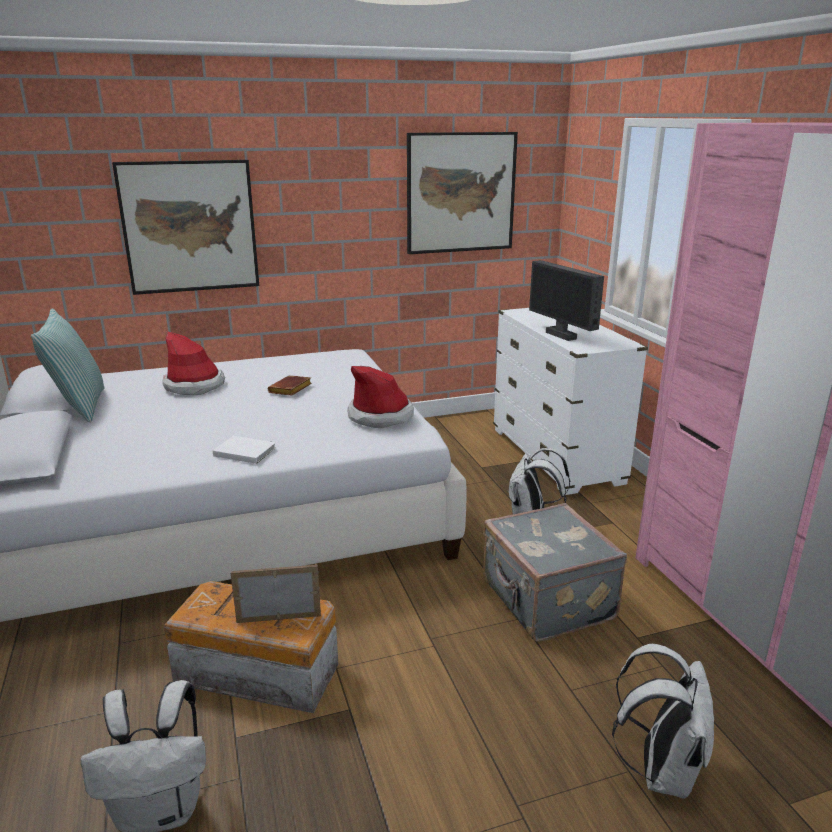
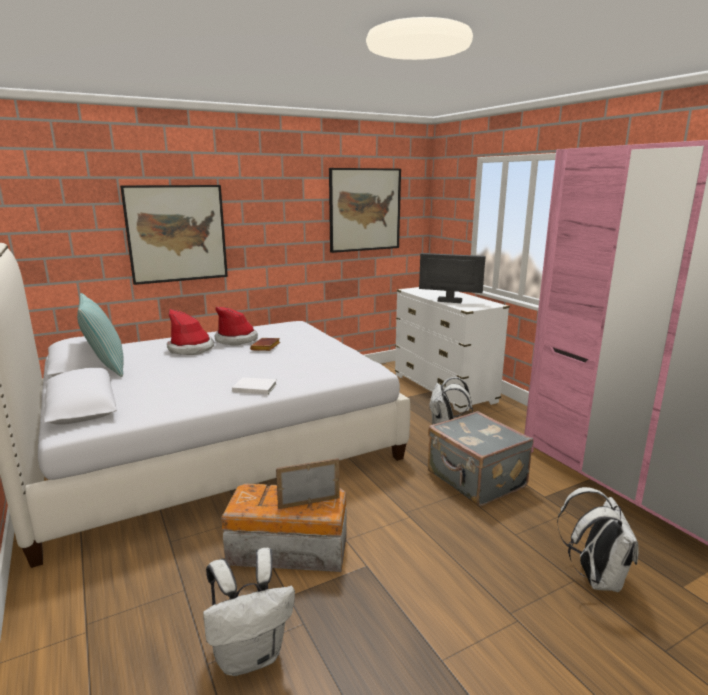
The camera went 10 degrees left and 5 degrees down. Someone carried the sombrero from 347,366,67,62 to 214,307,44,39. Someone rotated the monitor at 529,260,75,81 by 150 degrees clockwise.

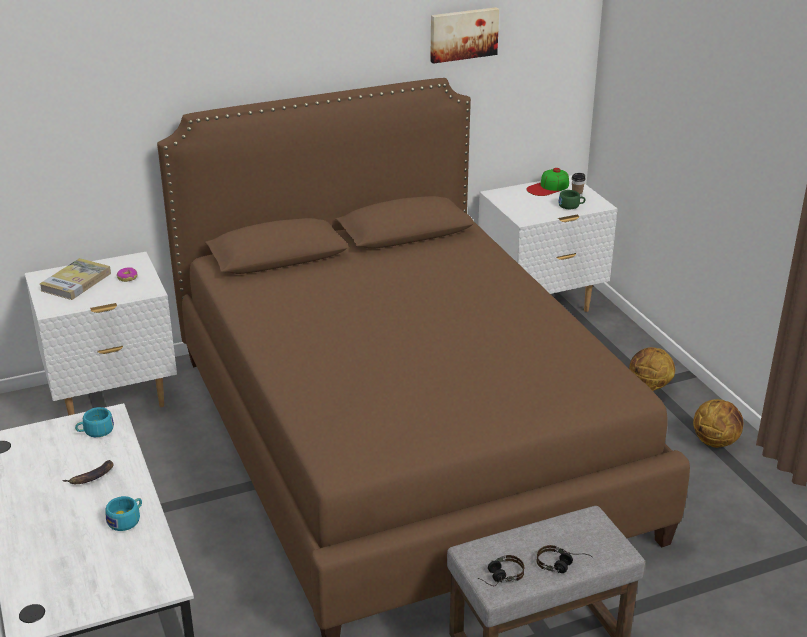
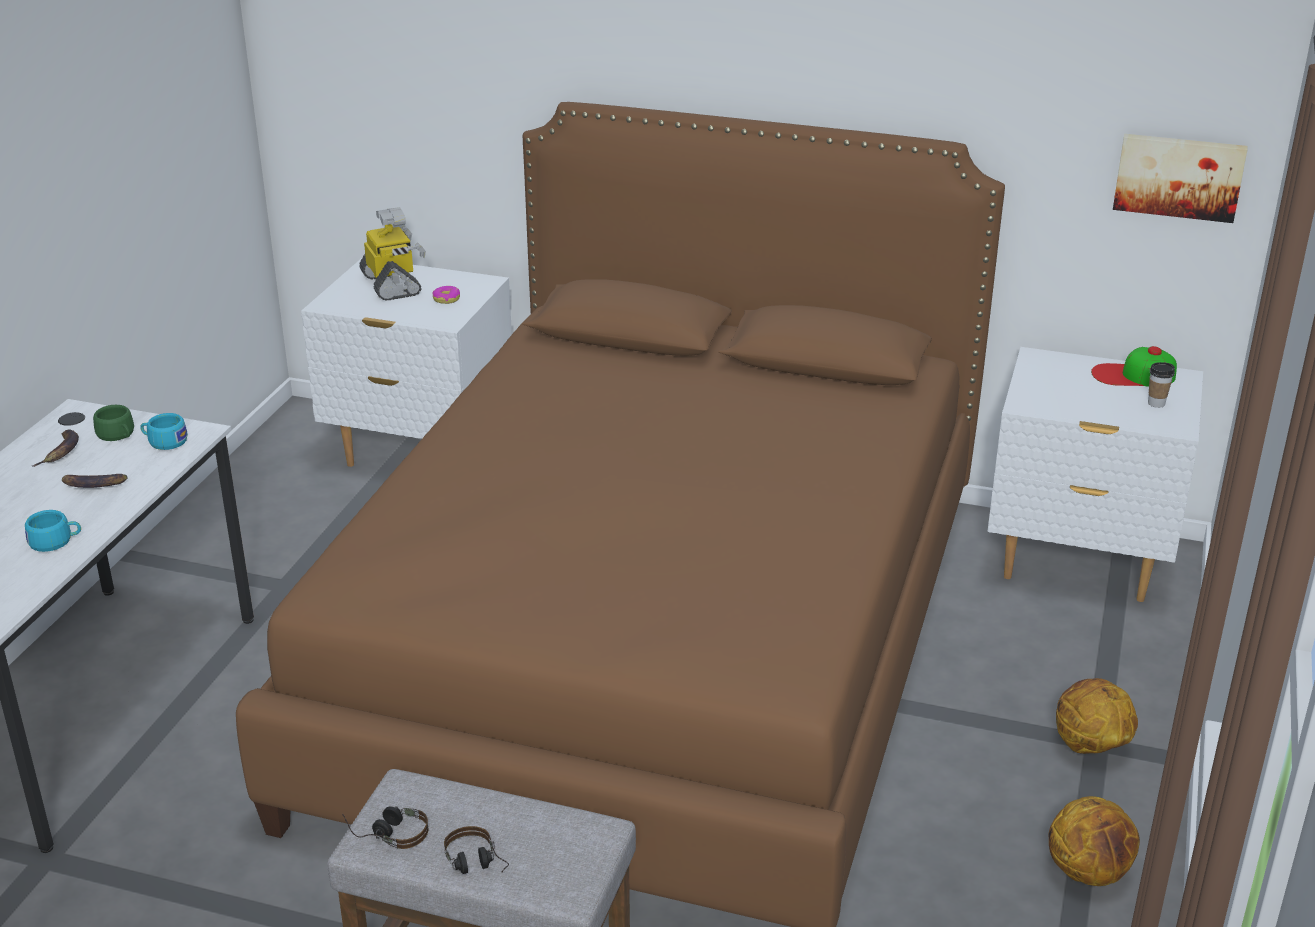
The camera went 40 degrees right and 0 degrees up. Someone put down the plátano at 32,430,47,37. Someone carried the taza/verde from 558,190,27,19 to 93,405,41,36. Someone swapped the libro at 40,258,71,42 for the robot de juguete at 360,207,66,94. Someone carried the cuadro from 430,7,69,57 to 1113,134,135,89.

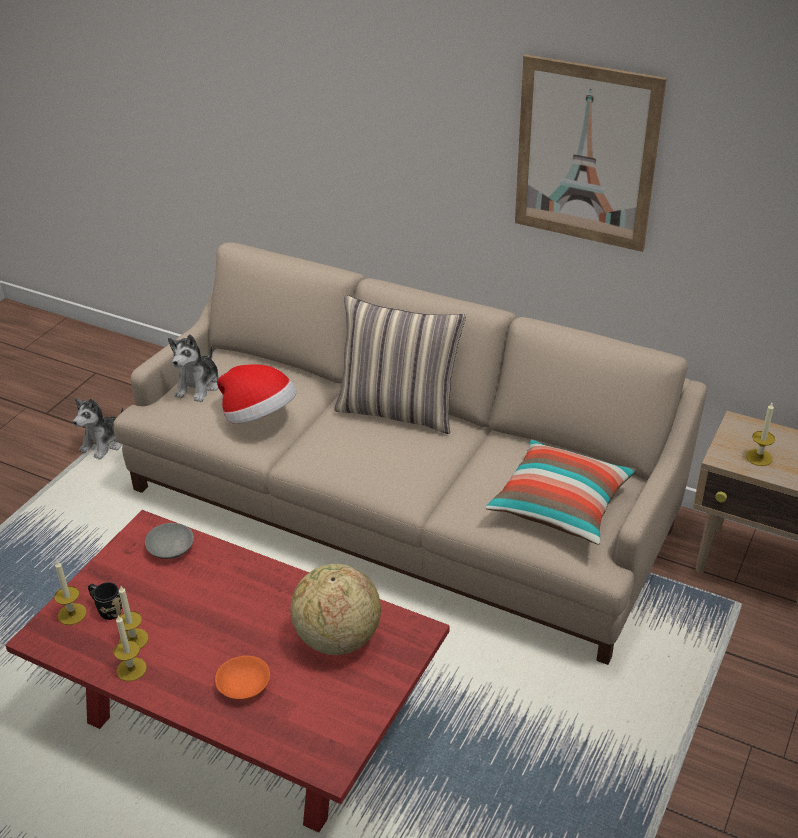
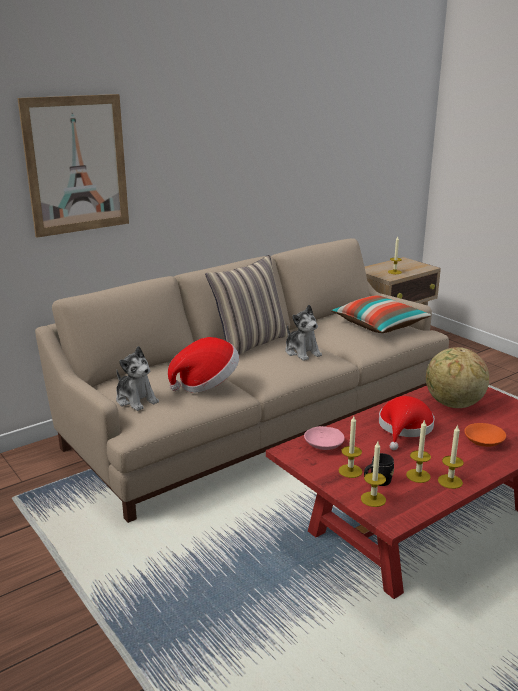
The camera went 65 degrees left and 15 degrees down. Someone carried the cuadro from 515,55,152,197 to 17,94,112,144. Someone carried the peluche from 73,398,50,62 to 286,305,36,56. Someone repainted the cuenco/gris at 145,523,49,36, which became the cuenco/rosa at 304,426,41,24. Someone put down the vela at 339,416,23,62. Someone put down the sombrero/rojo at 379,396,56,54.

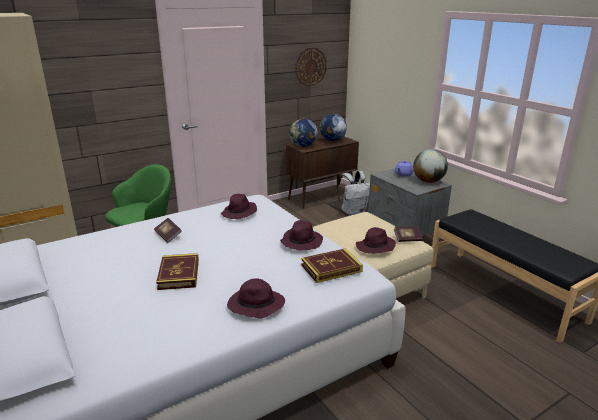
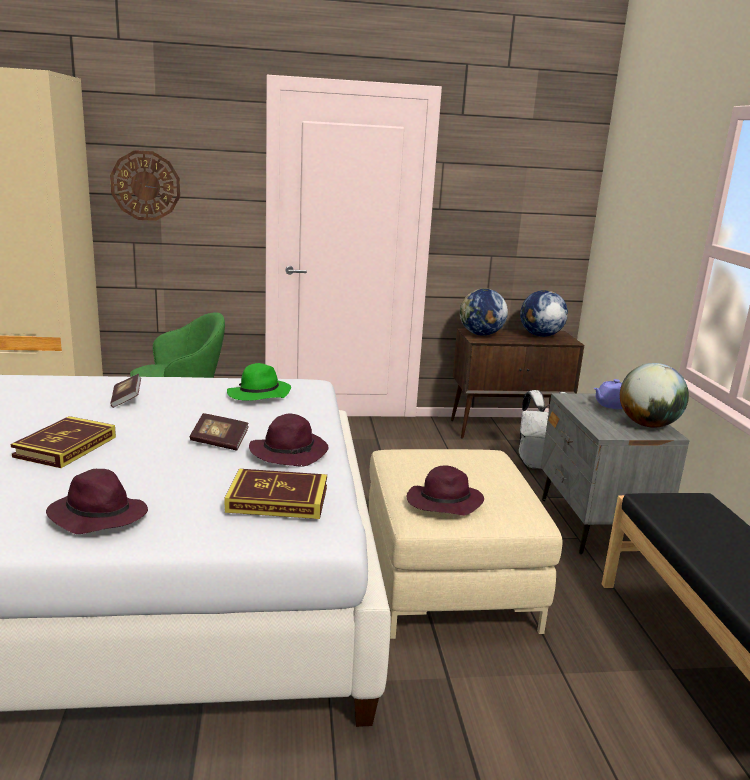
The camera went 25 degrees right and 5 degrees down. Someone carried the reloj de pared from 295,47,32,40 to 110,150,70,71. Someone carried the libro from 394,226,29,16 to 190,413,59,37. Someone repainted the sombrero/morado at 221,194,36,25, which became the sombrero/verde at 227,363,64,38.

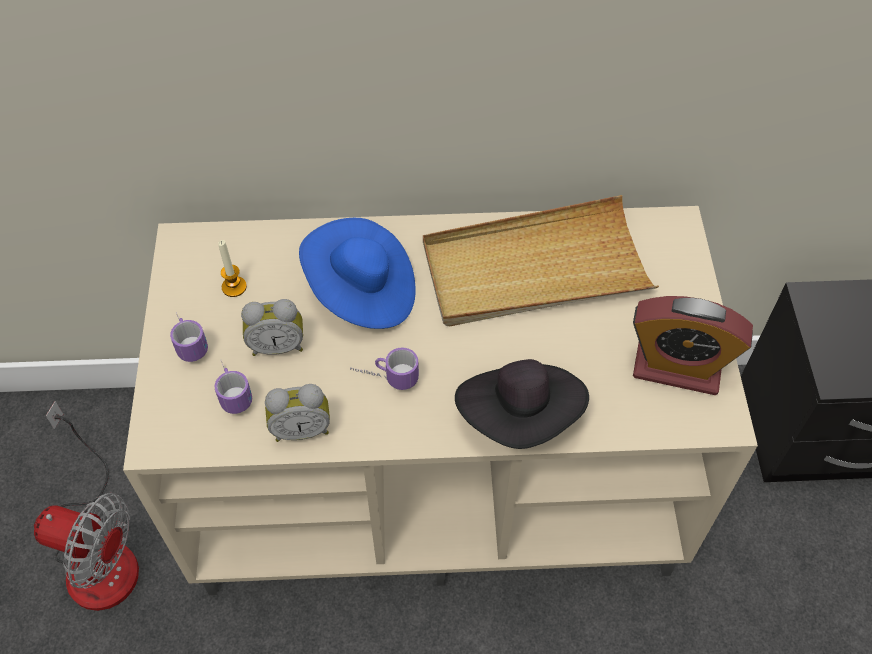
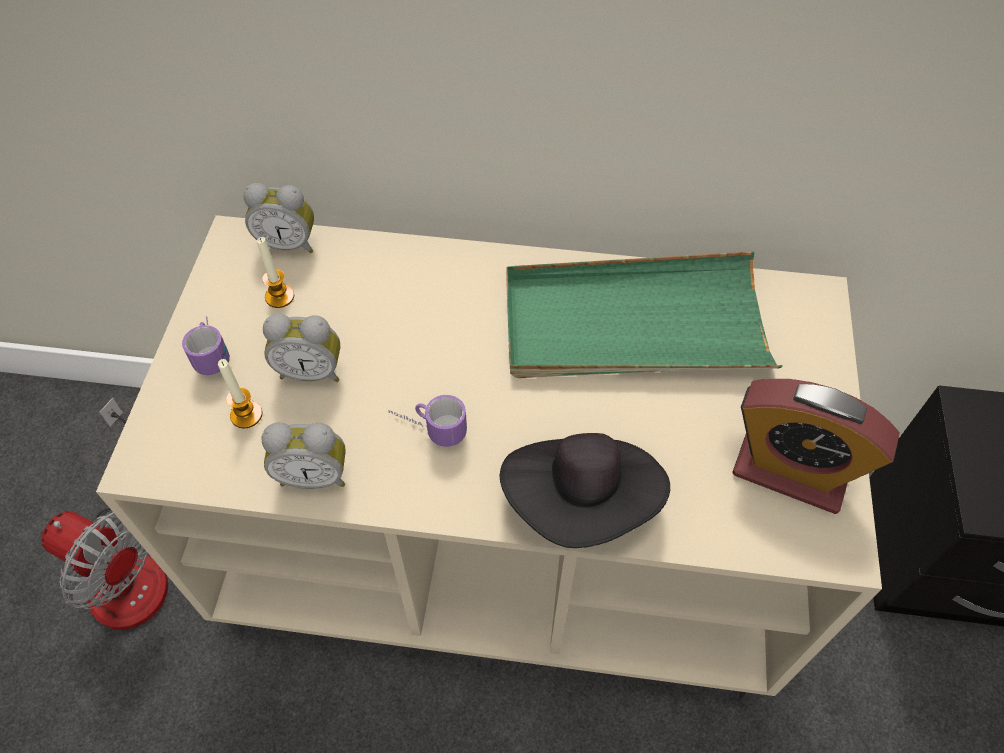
The camera went 10 degrees right and 0 degrees up. Someone swapped the taza grande at 215,361,37,53 for the vela at 218,359,44,70. Someone put down the despertador at 244,183,70,70. Someone repainted the bandeja/beis at 423,195,236,131, which became the bandeja/verde at 506,251,277,127. Someone took away the sombrero/azul at 299,218,117,111.

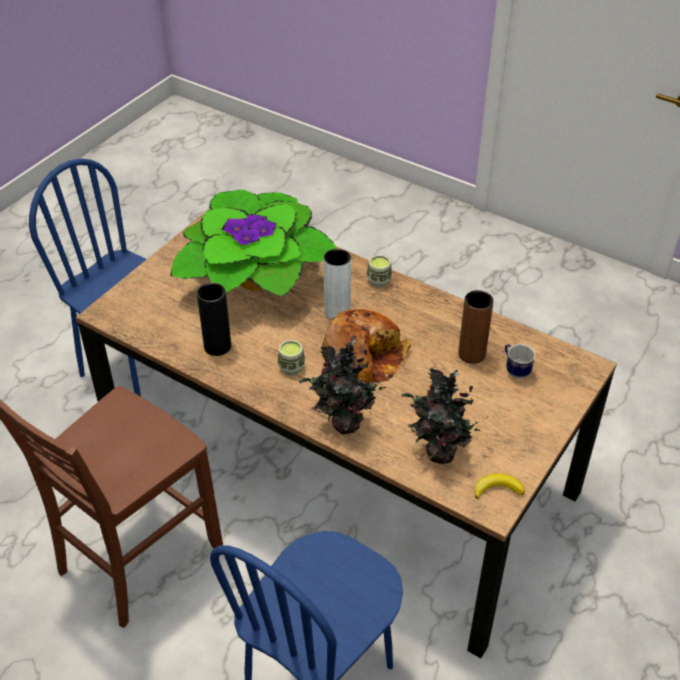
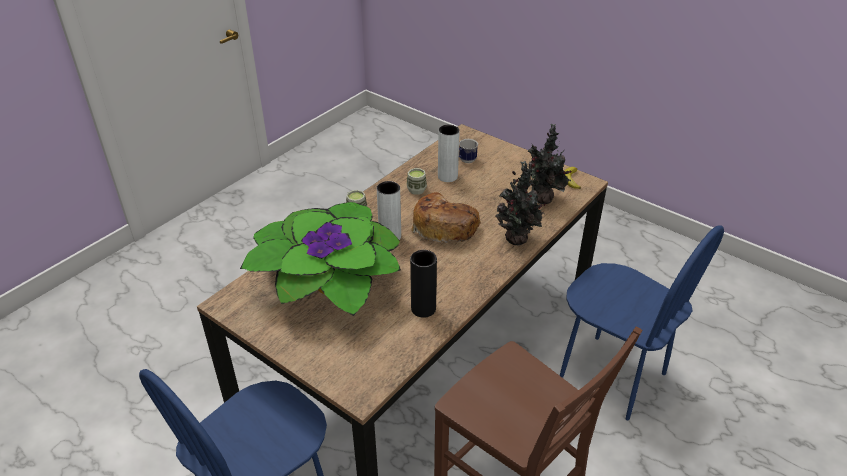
The camera went 85 degrees left and 5 degrees down. Someone carried the taza from 278,340,27,36 to 407,168,20,27. Someone repainted the florero/marrón at 458,290,36,74, which became the florero/blanco at 438,125,22,57.

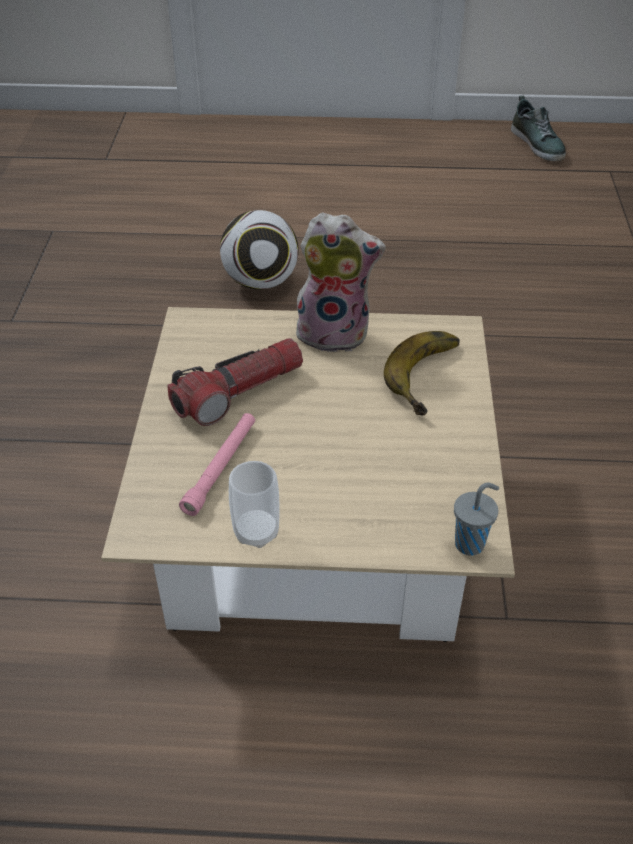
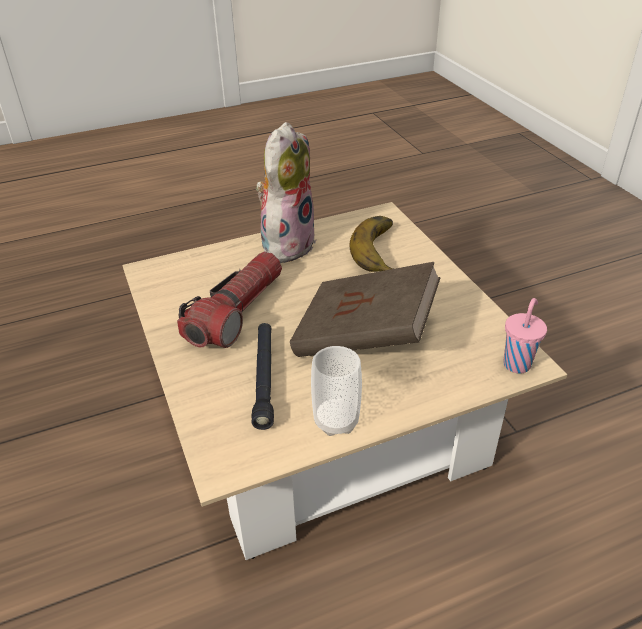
The camera went 25 degrees left and 5 degrees down. Someone rotated the peluche at 294,212,92,140 by 45 degrees counterclockwise. Someone repainted the linterna/rosa at 179,413,76,103, which became the linterna/negro at 251,323,23,107. Someone put down the libro/marrón at 290,262,150,95. Someone repainted the taza/gris at 454,483,45,73, which became the taza/rosa at 503,298,44,75. Someone took away the balón de fútbol at 220,210,79,80. Someone took away the zapato at 511,96,55,65.

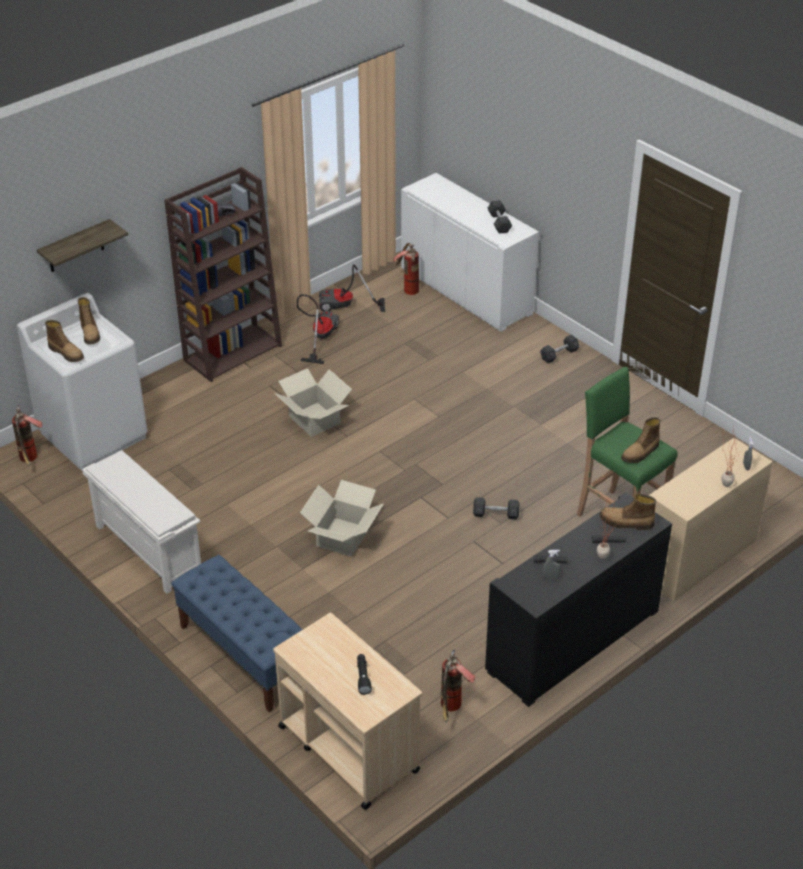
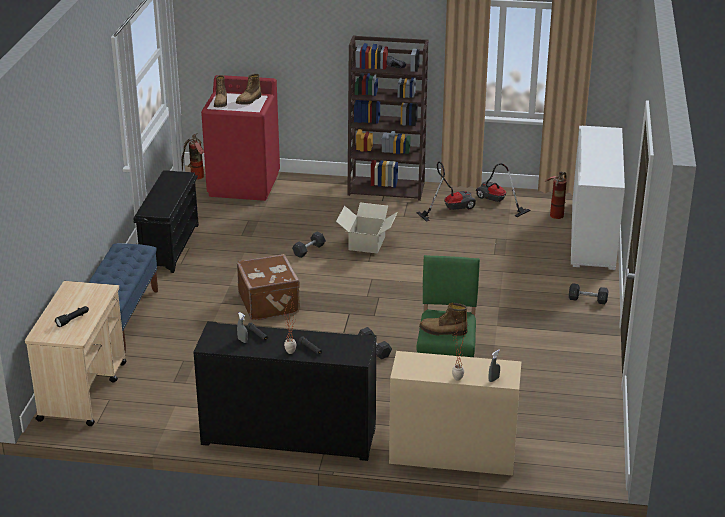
The camera went 50 degrees right and 10 degrees down. Someone repainted the zapatero/blanco at 82,450,119,143, which became the zapatero/negro at 133,170,66,103. Someone repainted the lavadora/blanco at 17,293,130,177, which became the lavadora/rojo at 201,75,79,126. Someone swapped the caja de cartón at 300,480,84,77 for the maleta/marrón at 237,254,63,67. Someone carried the mancuerna/gris from 488,200,24,33 to 292,232,34,26. Someone took away the estante at 37,219,91,53. Someone took away the extintor at 440,650,35,73. Someone took away the bota at 599,494,57,36.

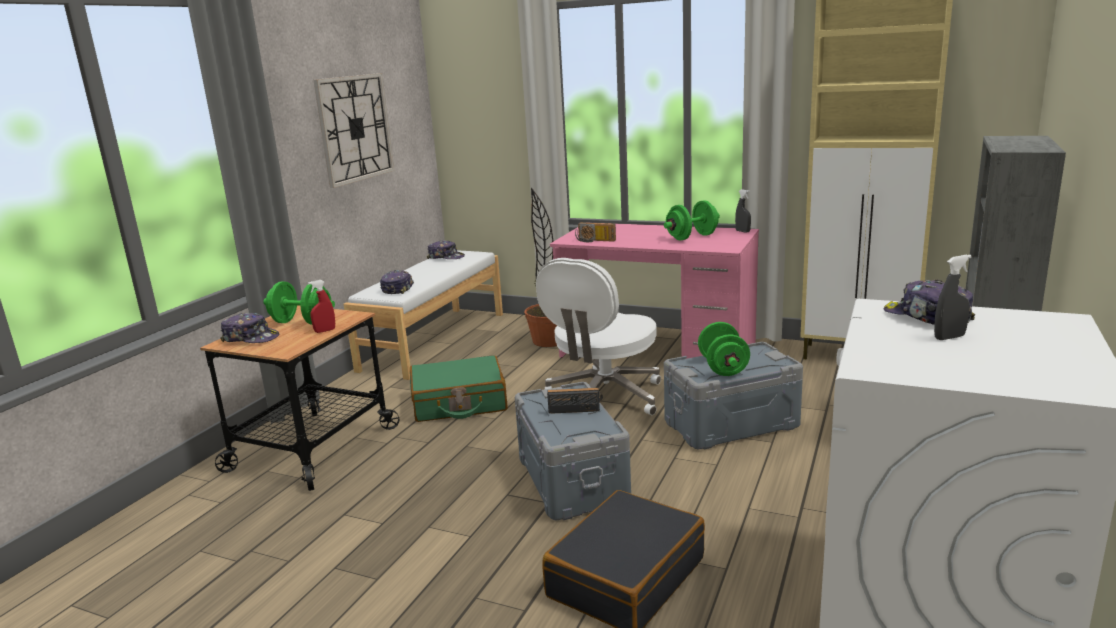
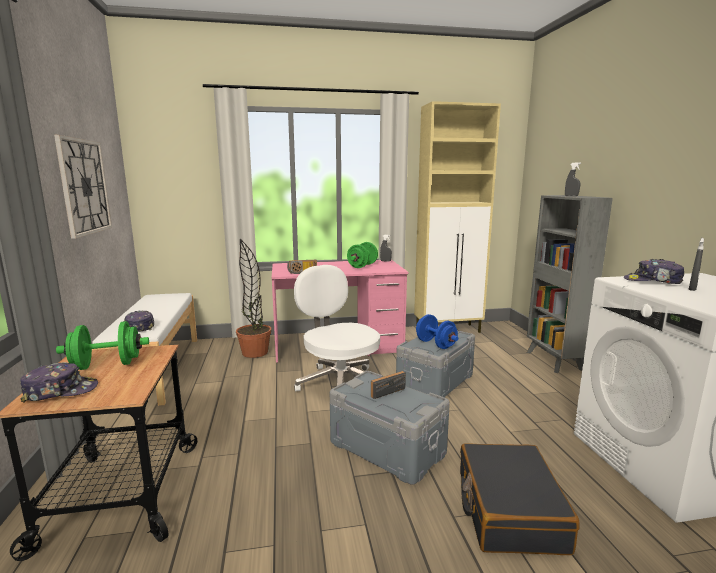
The camera went 35 degrees left and 5 degrees down. Someone rotated the silla de oficina/blanco at 536,258,125,157 by 150 degrees clockwise. Someone repainted the mancuerna/verde at 698,322,52,54, which became the mancuerna/azul at 416,314,42,35. Someone put down the pulverizador/gris at 565,162,16,34. Someone took away the pulverizador/rojo at 308,280,27,53. Someone took away the maleta/verde at 410,355,98,67. Someone took away the gorra at 427,240,38,19.

